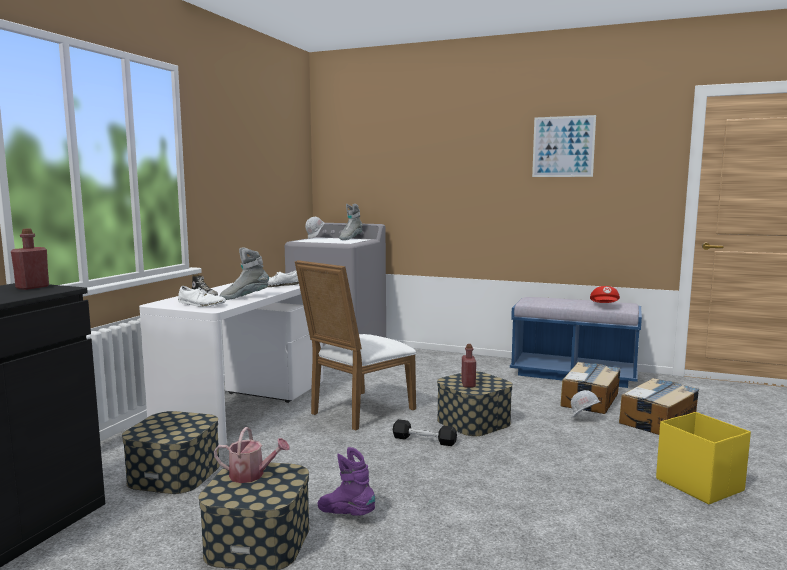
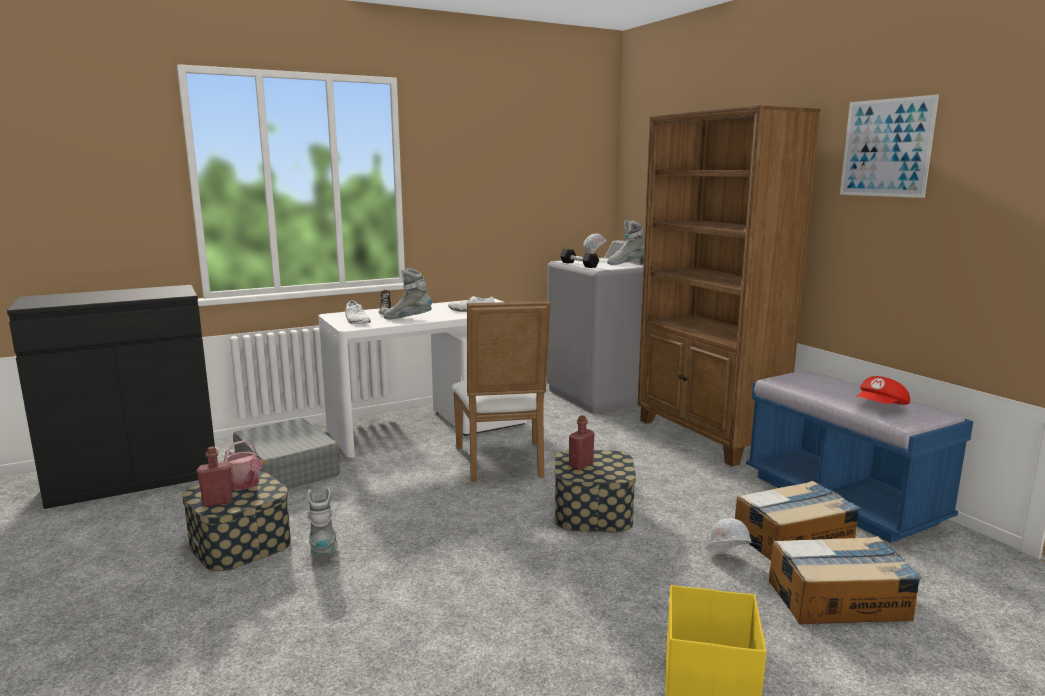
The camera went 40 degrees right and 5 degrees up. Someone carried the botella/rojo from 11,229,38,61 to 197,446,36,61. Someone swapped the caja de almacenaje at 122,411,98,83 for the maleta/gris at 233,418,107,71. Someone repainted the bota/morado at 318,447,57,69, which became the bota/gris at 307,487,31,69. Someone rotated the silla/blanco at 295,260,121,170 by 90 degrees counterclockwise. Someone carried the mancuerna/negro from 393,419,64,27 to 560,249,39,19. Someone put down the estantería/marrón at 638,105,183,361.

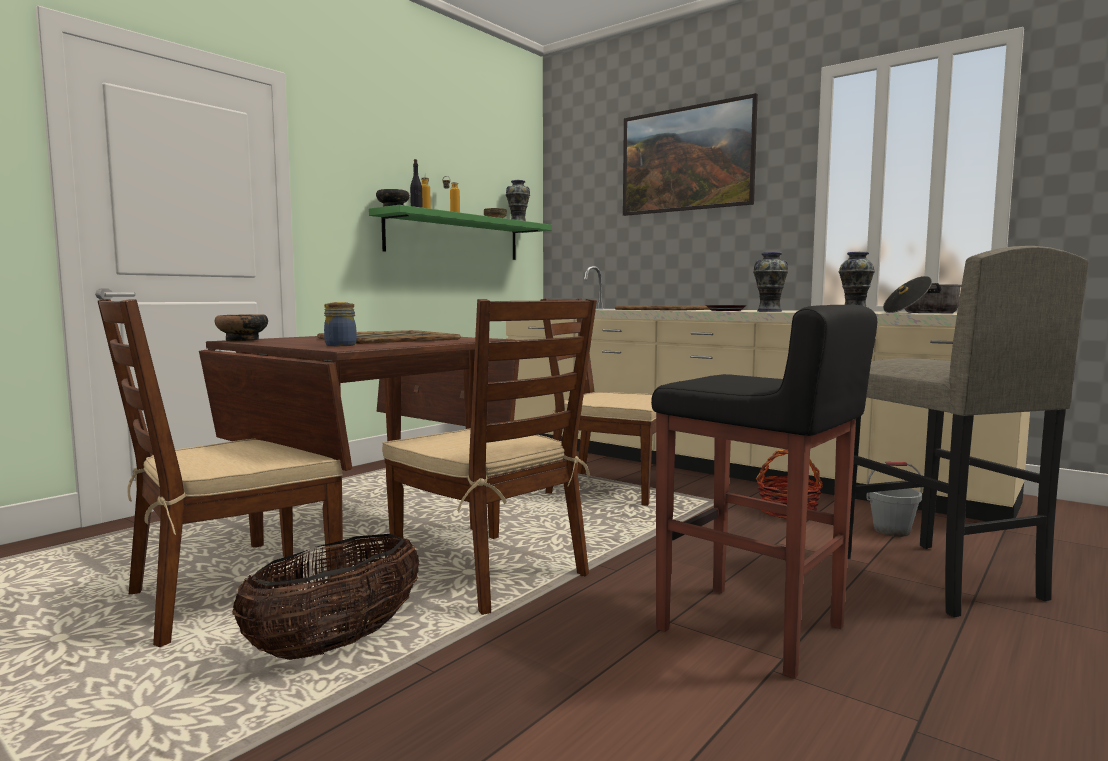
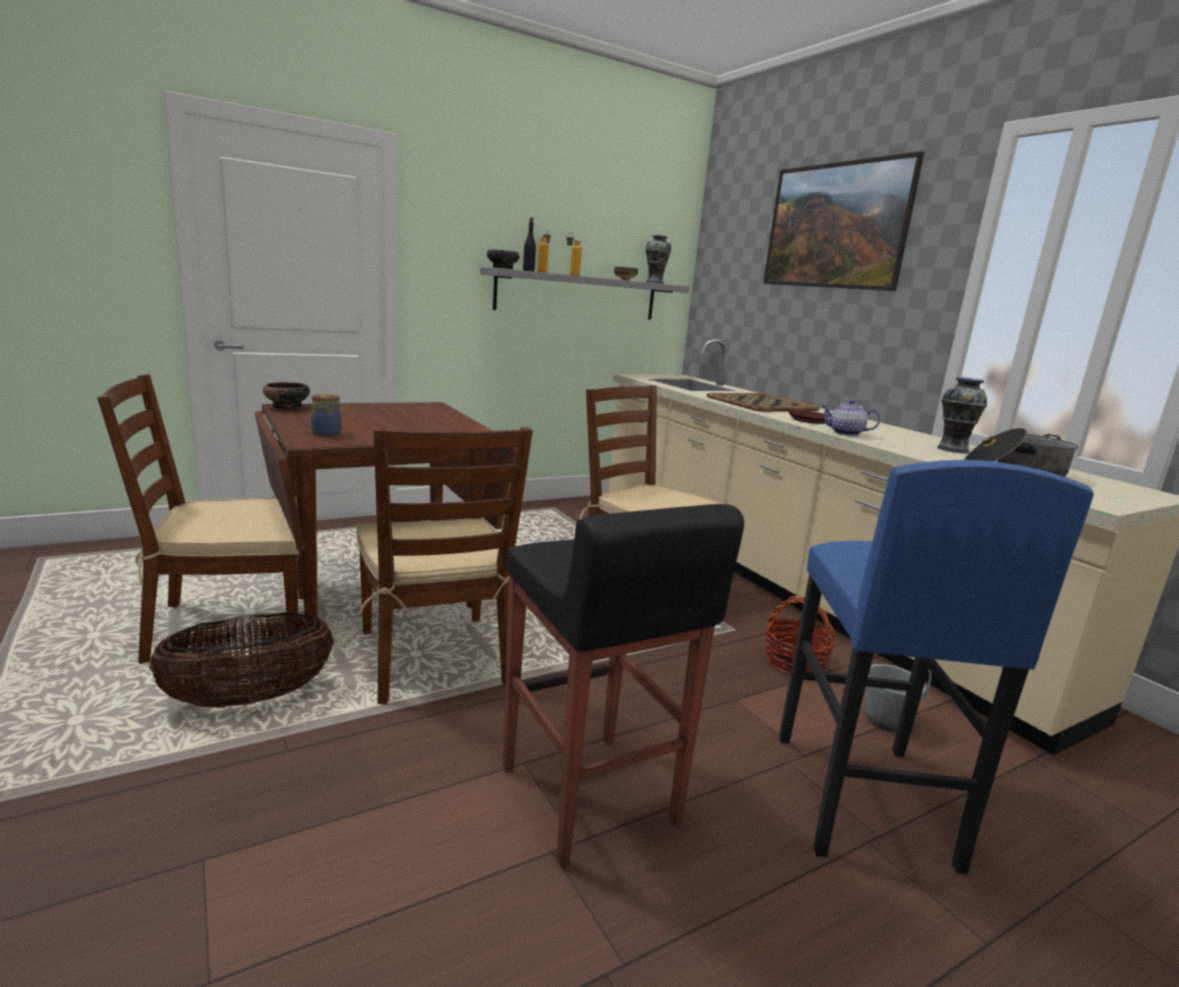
The camera went 20 degrees right and 10 degrees up. Someone repainted the estante/verde at 369,205,183,55, which became the estante/gris at 480,267,209,53. Someone repainted the taburete/gris at 848,246,240,371, which became the taburete/azul at 779,460,315,414. Someone swapped the florero at 753,252,35,60 for the tetera at 821,400,59,36. Someone took away the bandeja at 317,330,143,14.

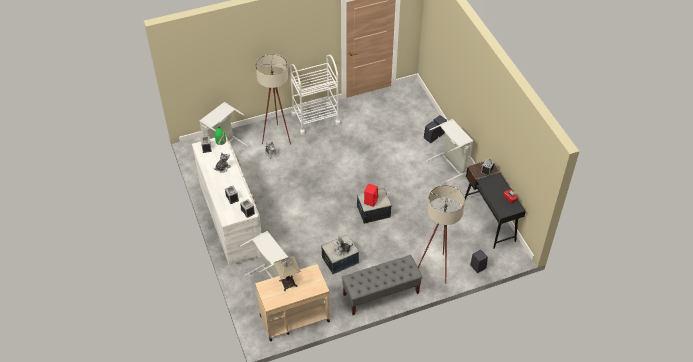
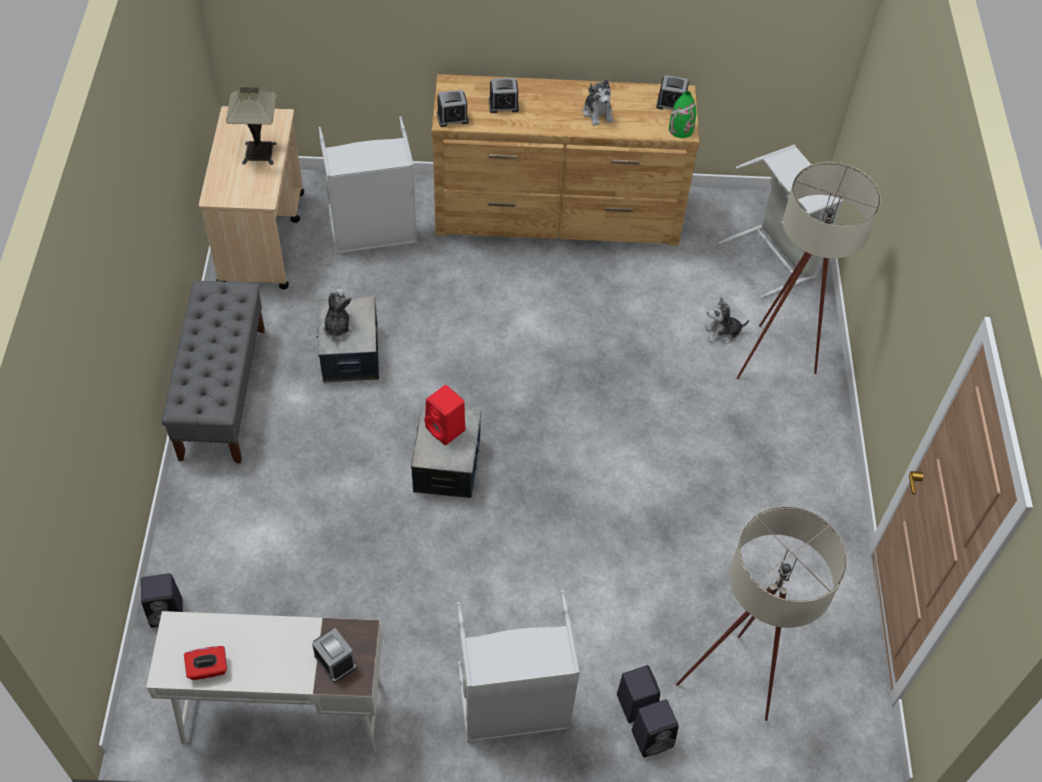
The camera went 110 degrees right and 5 degrees up. Someone repainted the escritorio/negro at 465,159,61,90, which became the escritorio/blanco at 146,611,236,141. Someone repainted the cómoda/blanco at 192,135,71,132, which became the cómoda/marrón at 431,74,269,172. Someone carried the lámpara de pie/beis from 418,185,47,99 to 676,506,171,215. Someone took away the carrito/blanco at 290,55,50,80.

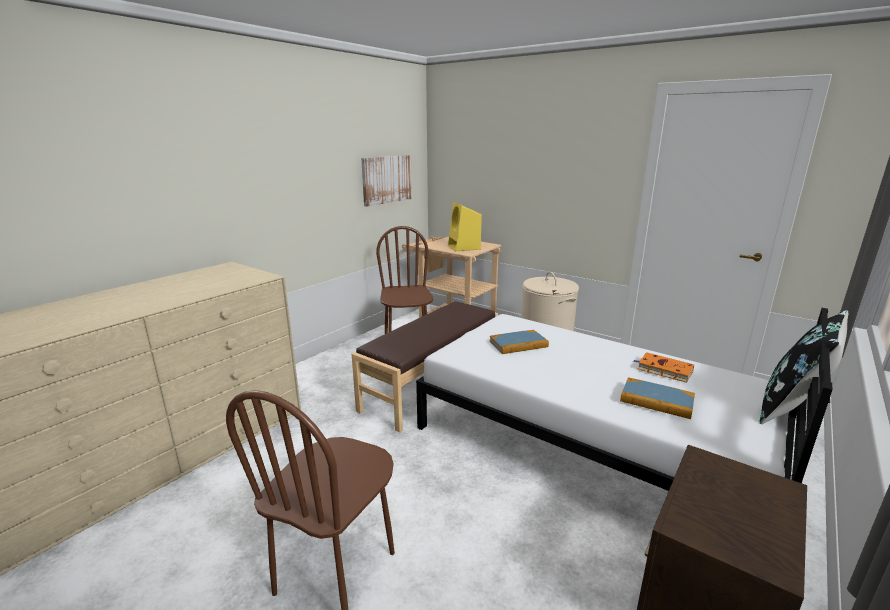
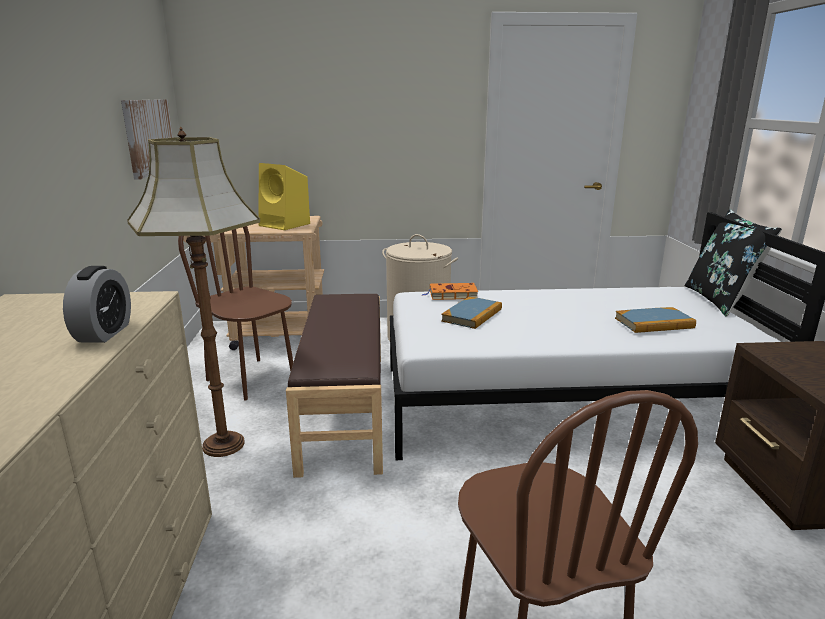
The camera went 40 degrees left and 0 degrees up. Someone put down the despertador at 63,266,68,77. Someone put down the lámpara de pie at 127,127,133,330. Someone carried the libro/naranja from 633,352,61,31 to 422,283,56,17.

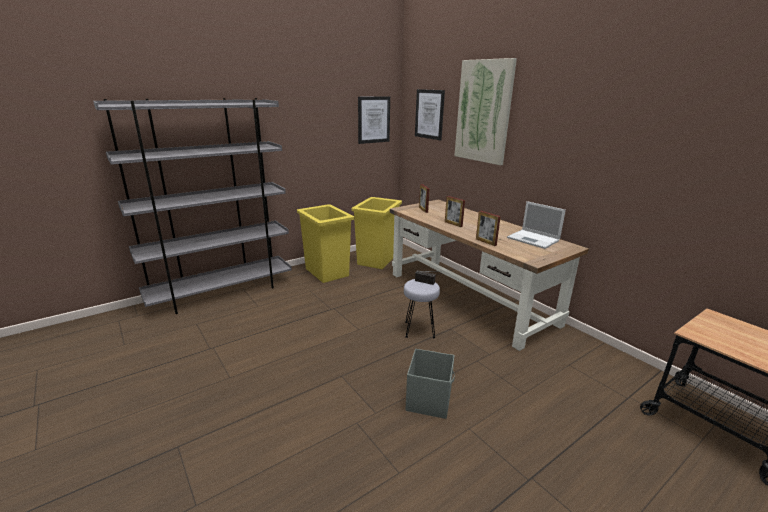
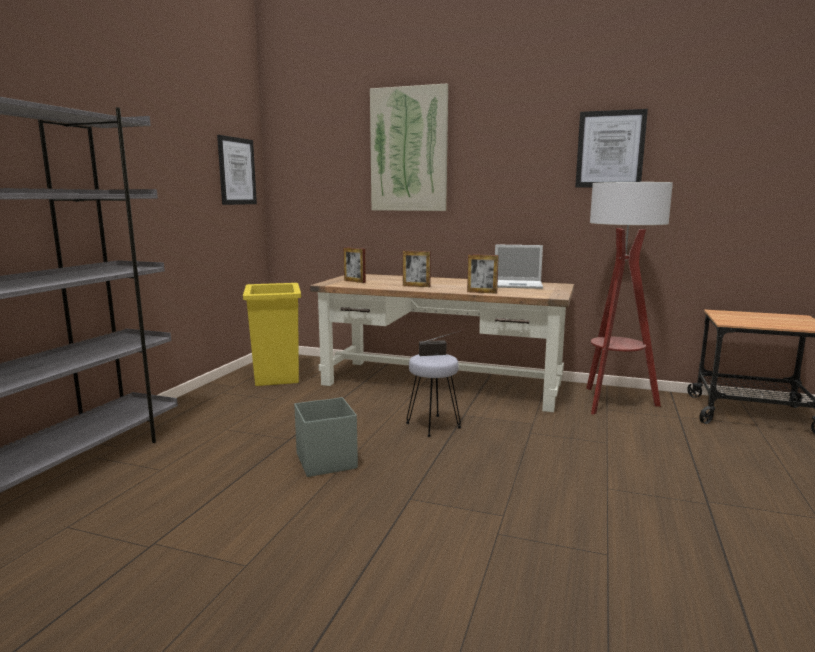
The camera went 35 degrees left and 10 degrees down. Someone carried the caja de almacenaje/gris from 406,349,49,70 to 294,397,64,80. Someone carried the cuadro from 415,89,30,51 to 575,109,73,79. Someone put down the lámpara de pie at 586,182,87,233. Someone took away the papelera/amarillo at 297,204,57,79.

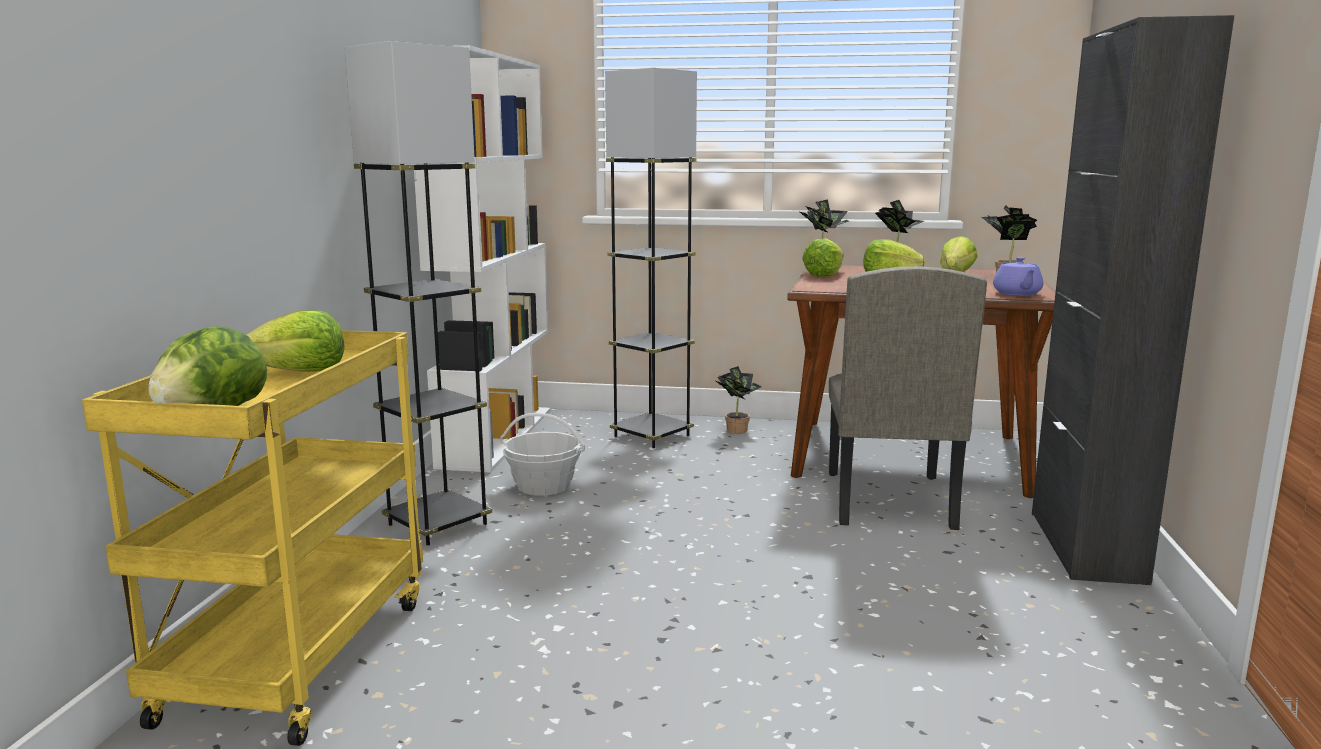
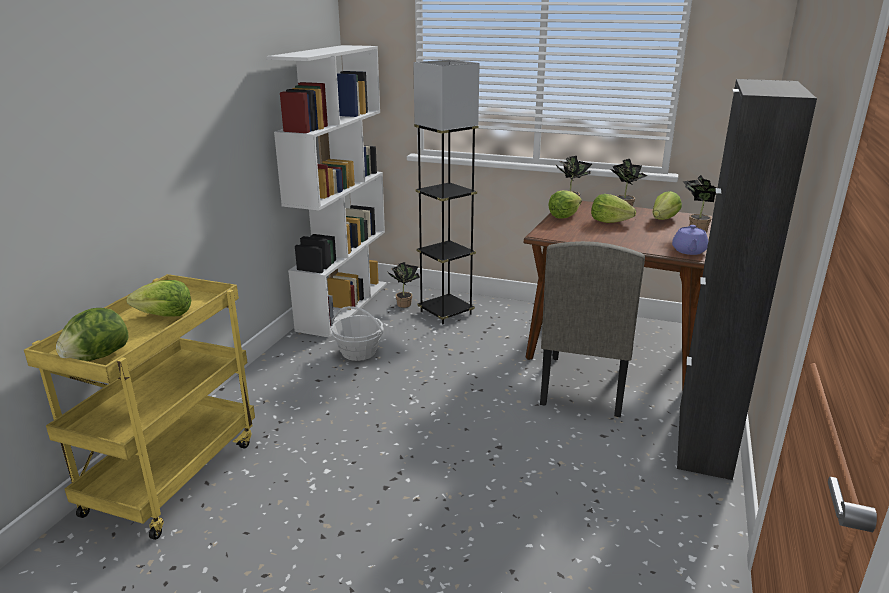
The camera went 10 degrees right and 10 degrees up. Someone carried the planta en maceta from 716,366,46,68 to 388,262,32,46. Someone took away the lámpara de pie/gris at 345,41,147,505.

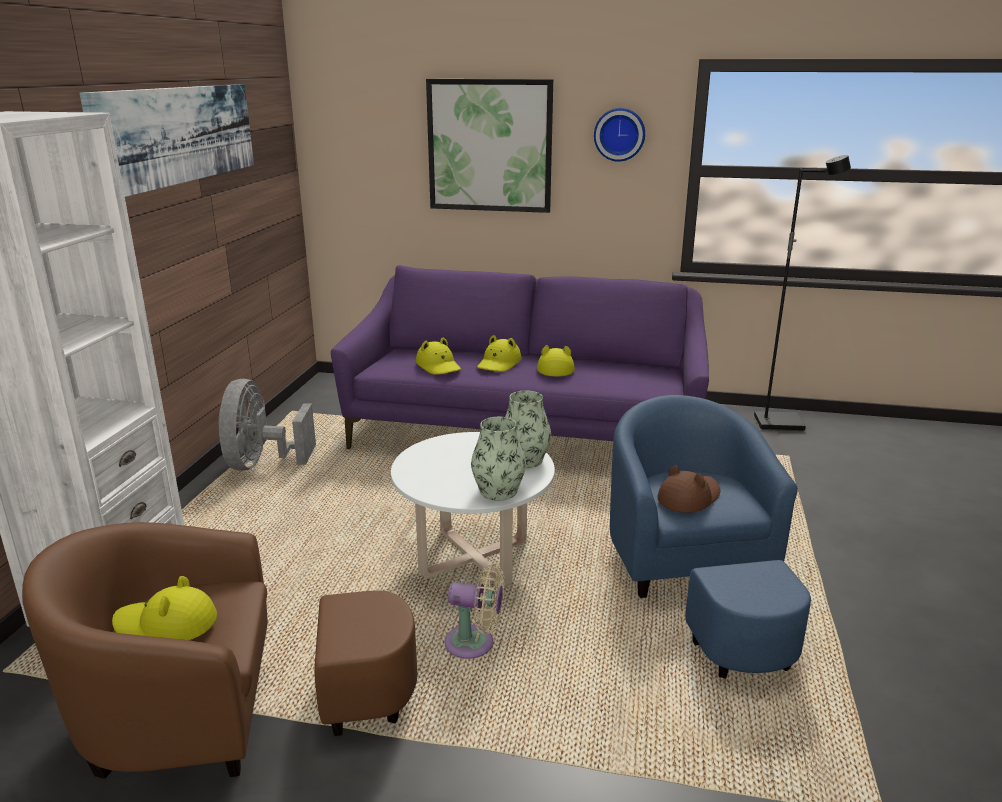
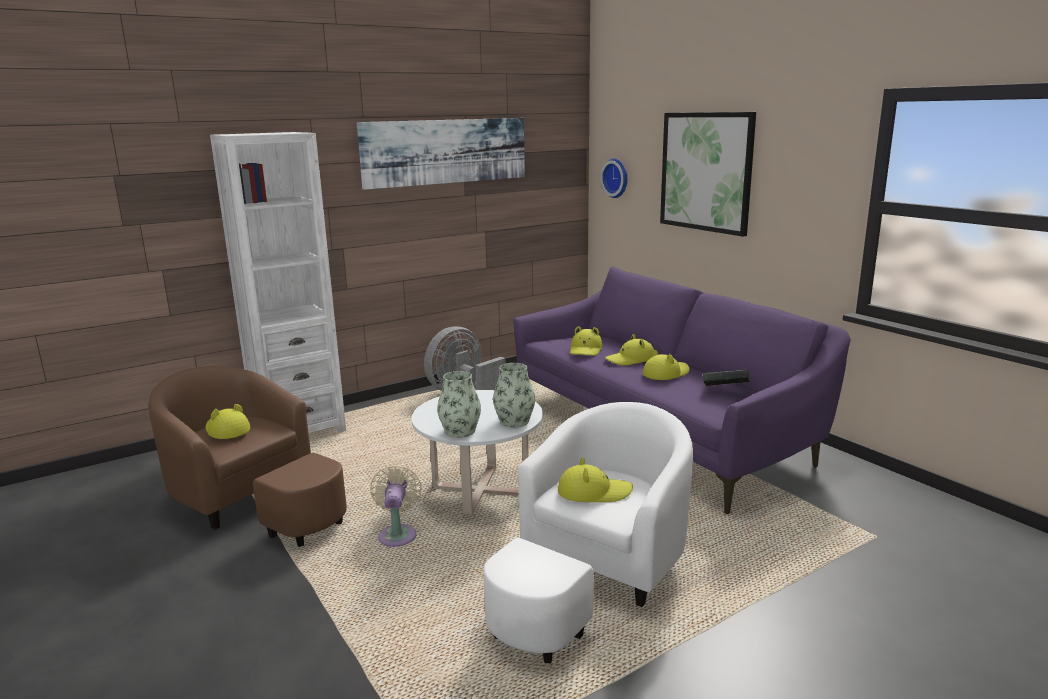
The camera went 45 degrees right and 5 degrees down. Someone rotated the ventilador/beis at 445,564,59,95 by 150 degrees counterclockwise. Someone repainted the sillón/azul at 610,395,201,283, which became the sillón/blanco at 483,402,210,261. Someone repainted the sombrero/marrón at 657,465,63,48, which became the sombrero/amarillo at 558,457,75,45. Someone carried the reloj de pared from 594,108,51,54 to 600,158,28,40. Someone put down the libro at 703,370,47,16. Someone took away the lámpara de pie/negro at 754,155,97,276.

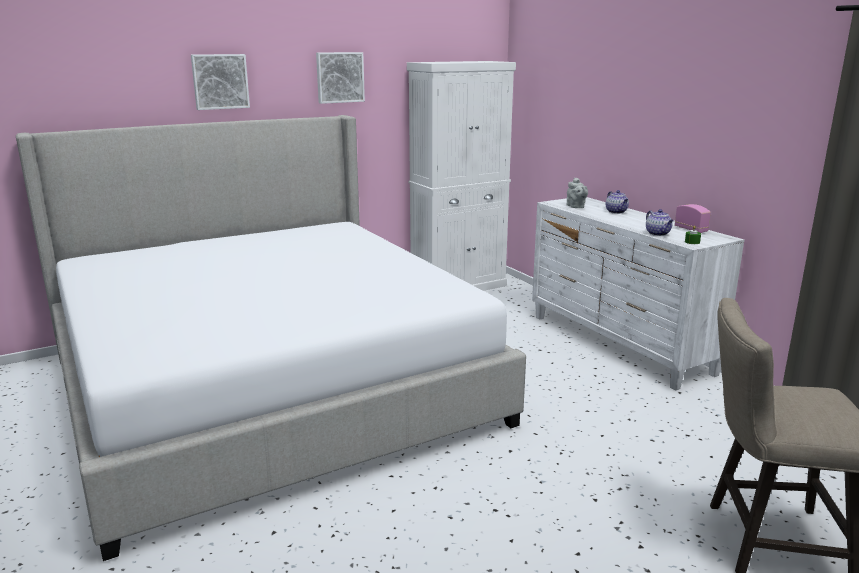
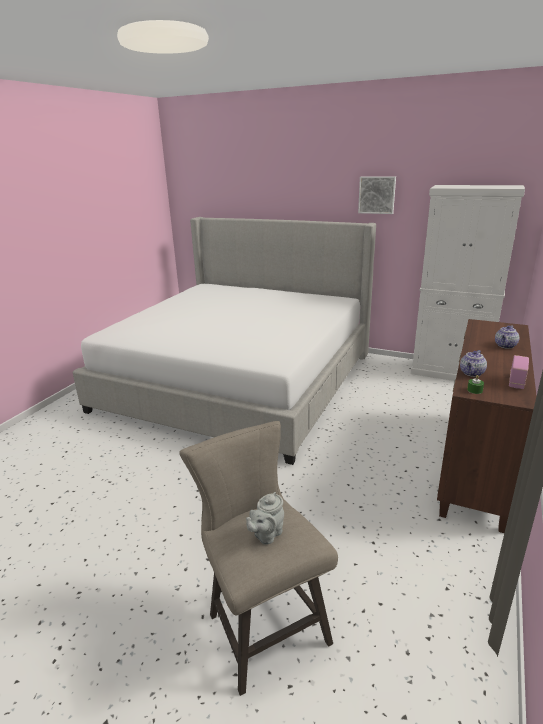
The camera went 55 degrees right and 5 degrees up. Someone carried the tetera/gris from 566,177,22,31 to 246,492,38,53. Someone repainted the cómoda/blanco at 532,197,213,193, which became the cómoda/marrón at 437,319,100,214. Someone took away the cuadro at 191,54,59,56.

